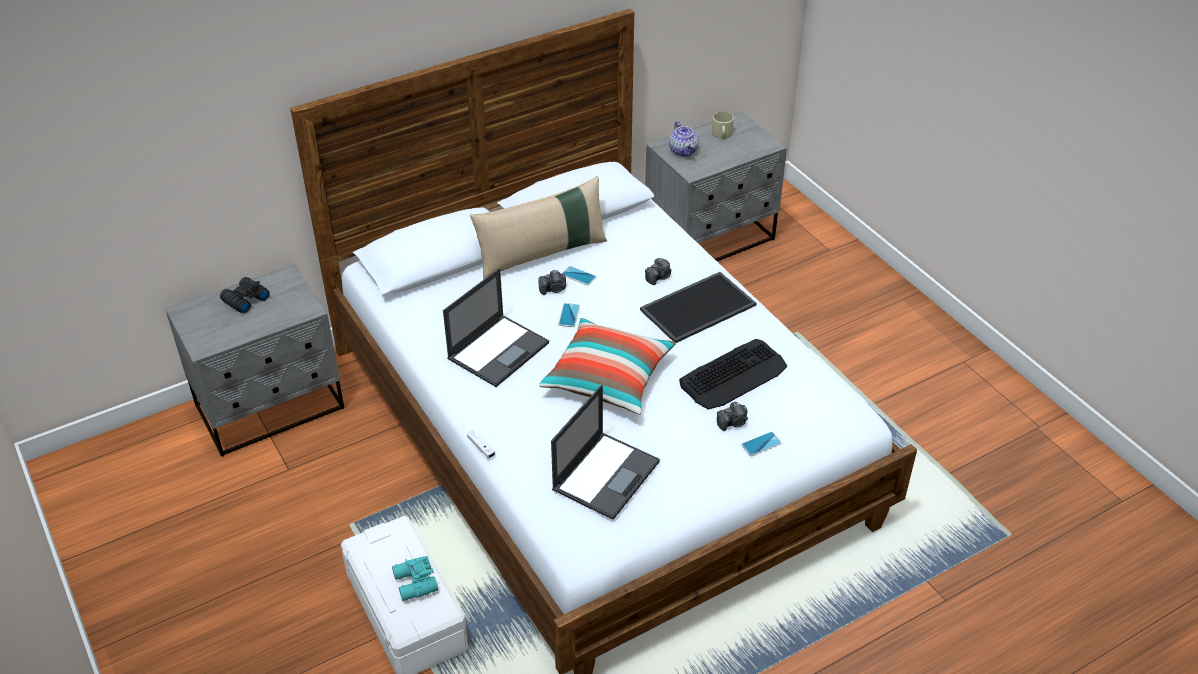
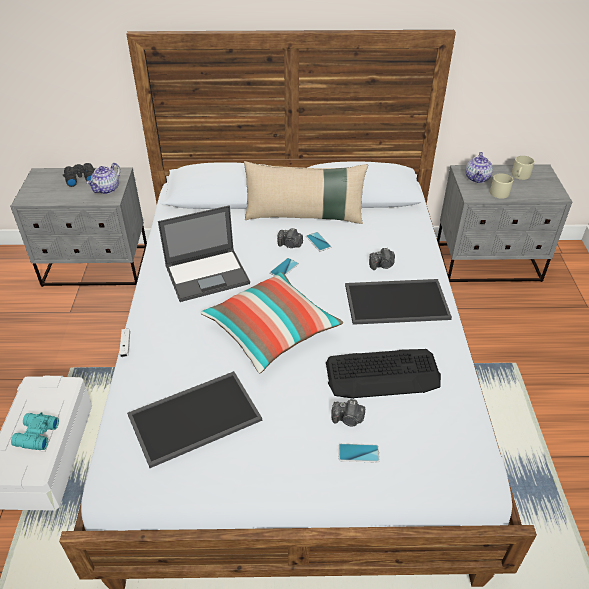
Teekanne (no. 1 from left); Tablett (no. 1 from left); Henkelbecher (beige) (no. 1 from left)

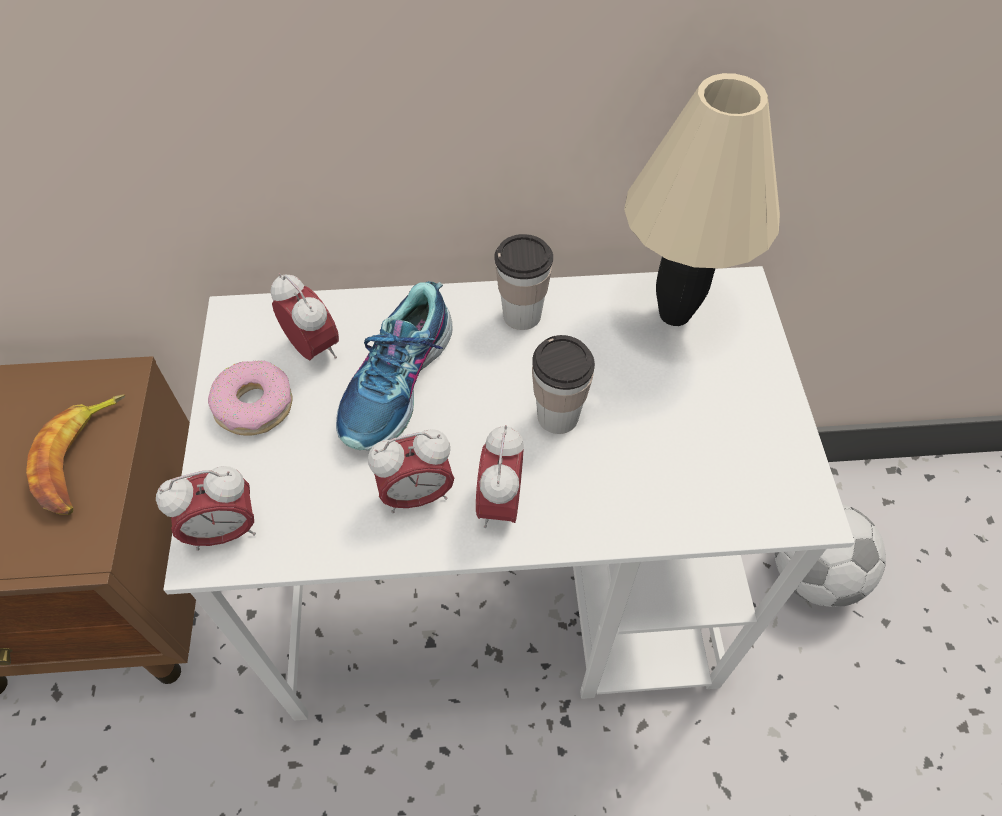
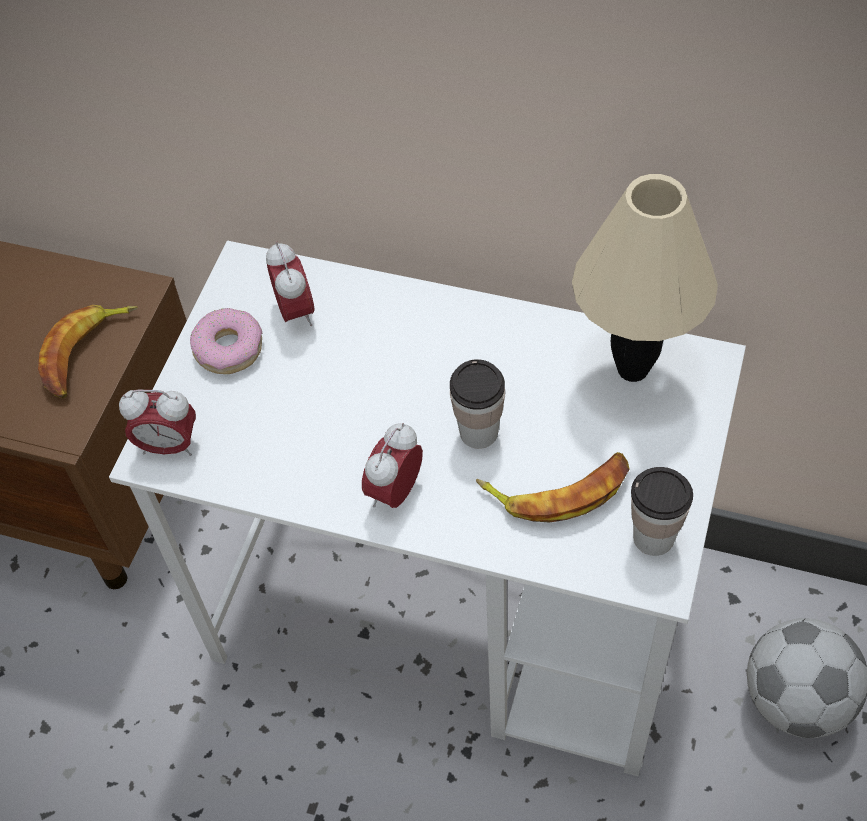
Banane (no. 2 from left); Tasse (no. 2 from left); Schuh; Wecker (no. 3 from left in the first image)

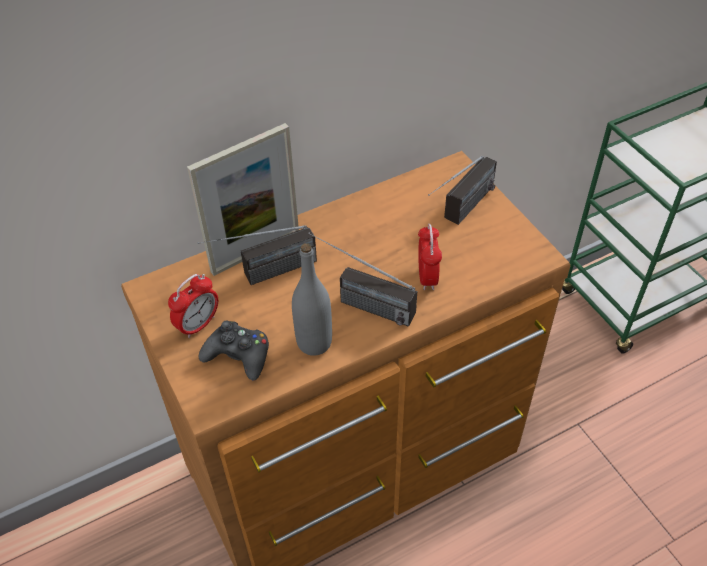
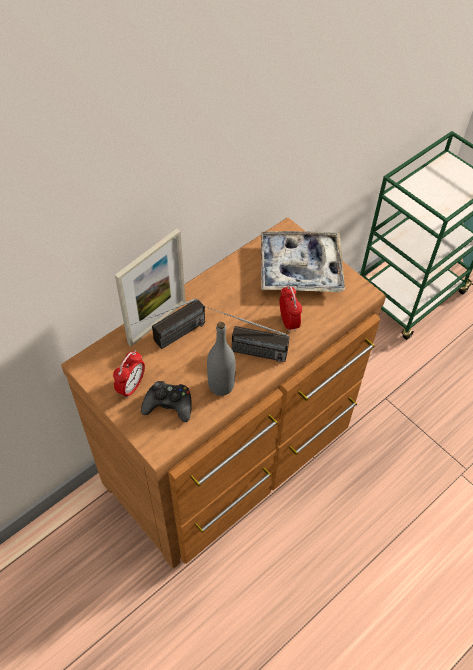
Tablett

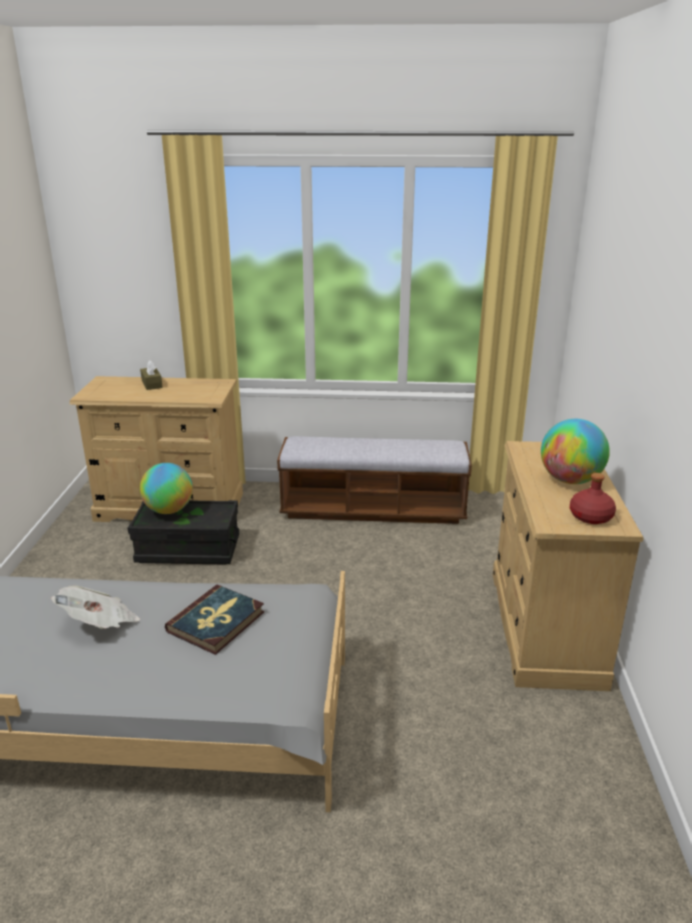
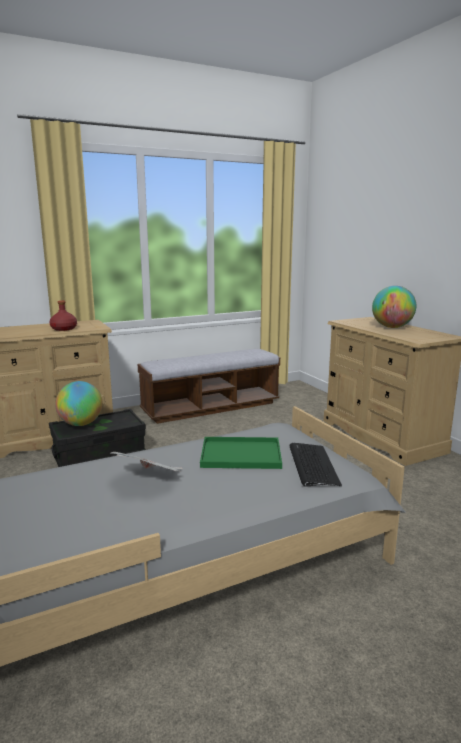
Flasche (rot); Tablett (grün); Tastatur; Taschentuchbox (braun)

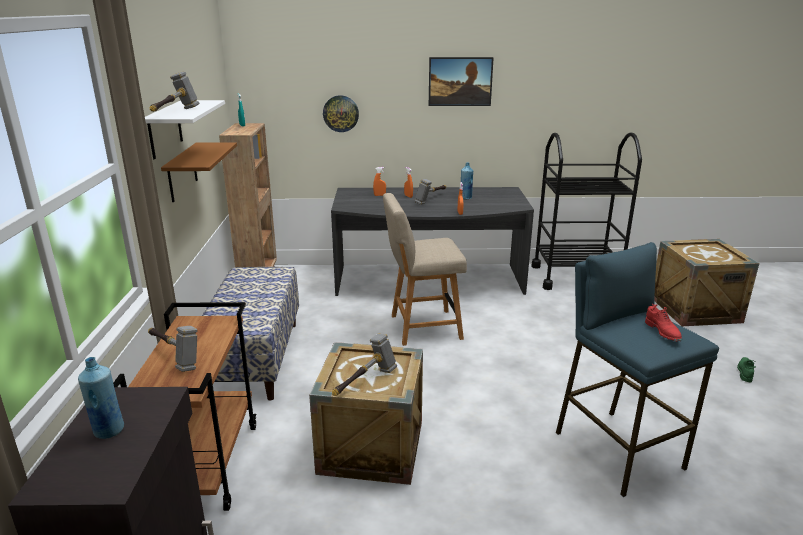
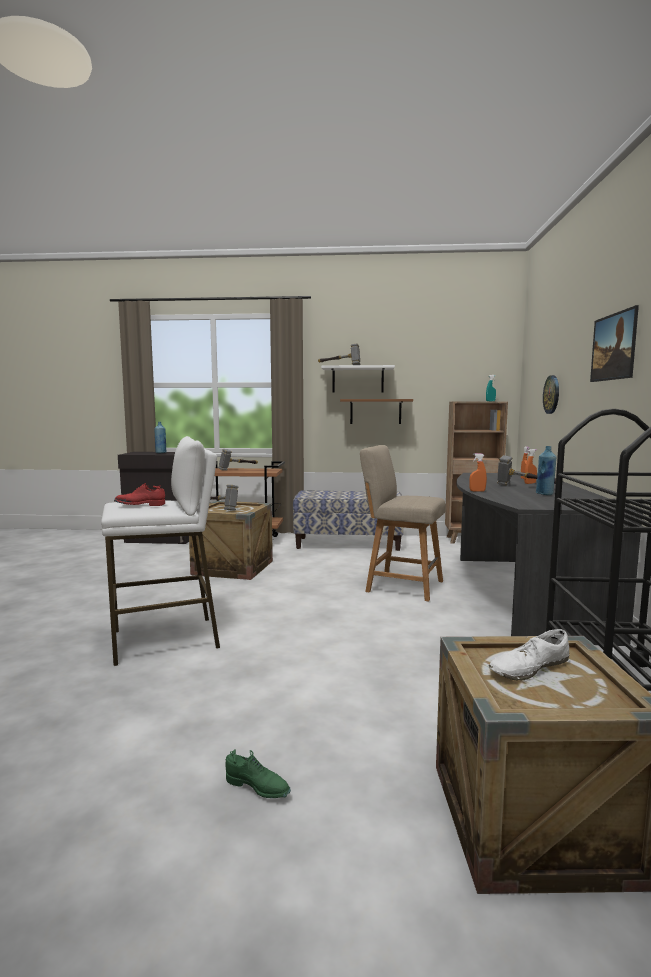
Hocker (weiß); Stuhl (beige); Schuh (weiß)

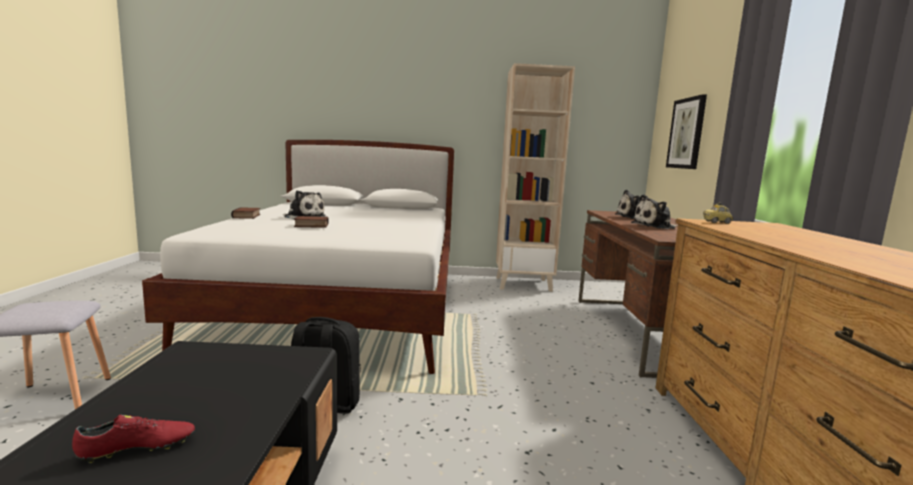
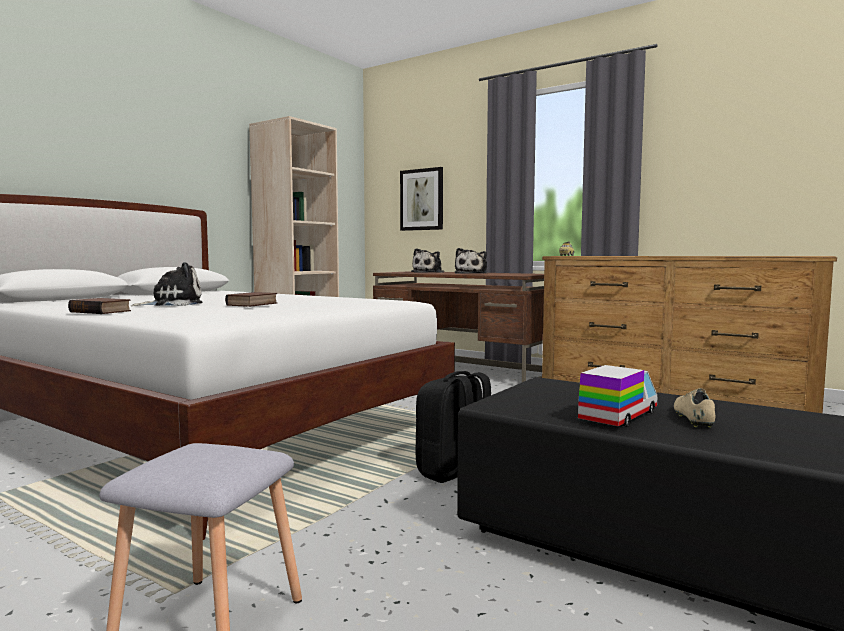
Spielzeuglaster; Schuh (beige)

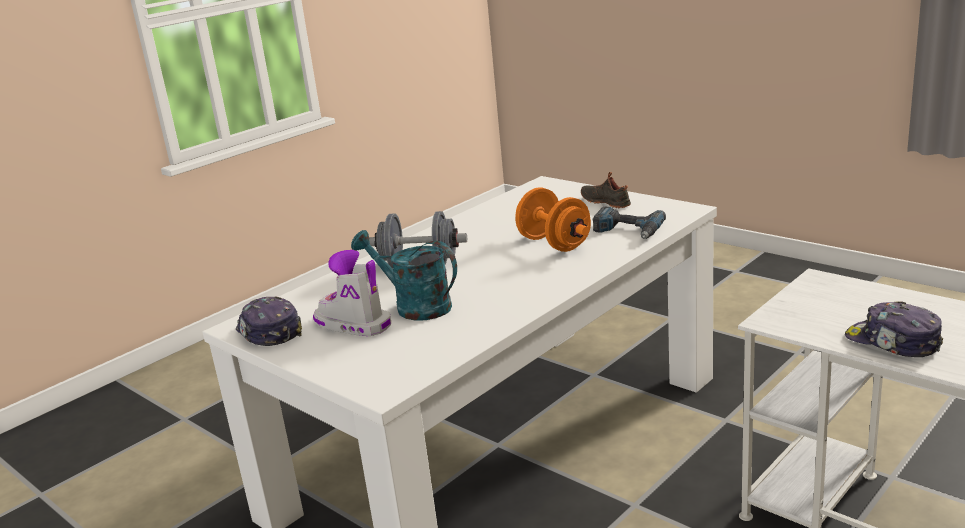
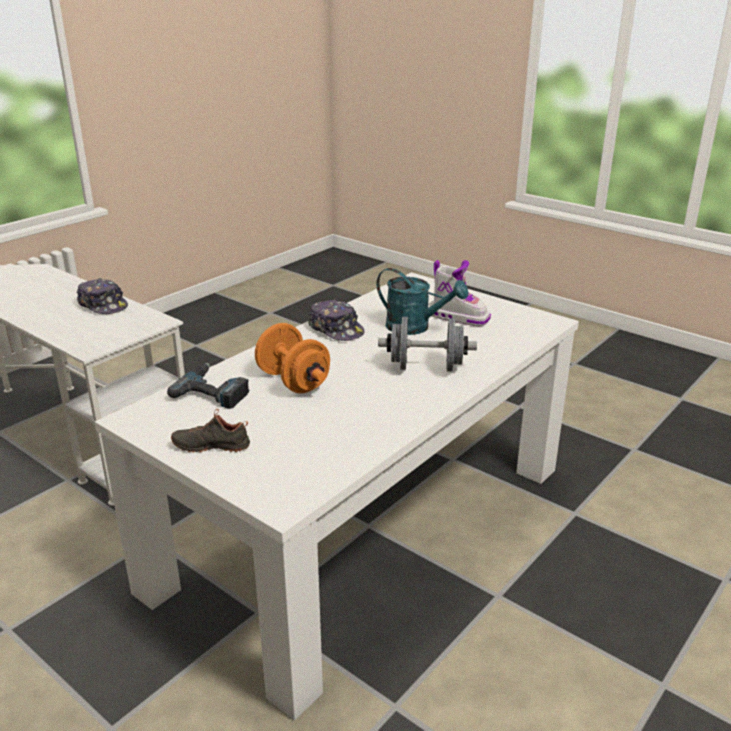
Schuh (schwarz); Kappe (no. 2 from left)

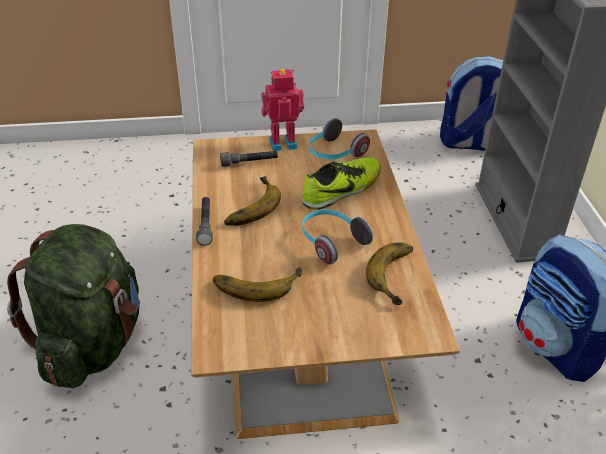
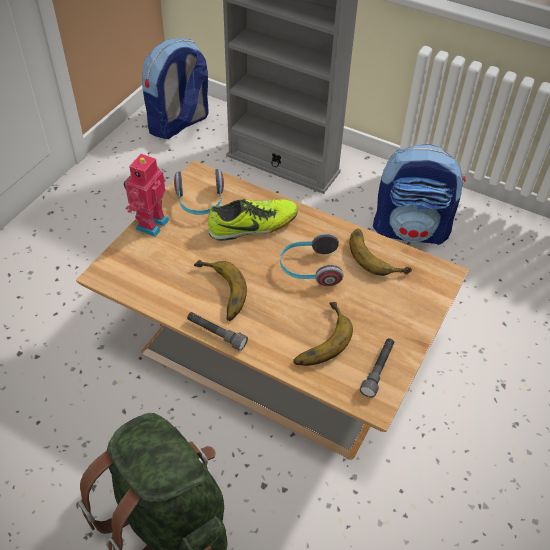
Schuh; Taschenlampe (grau) (no. 2 from left)

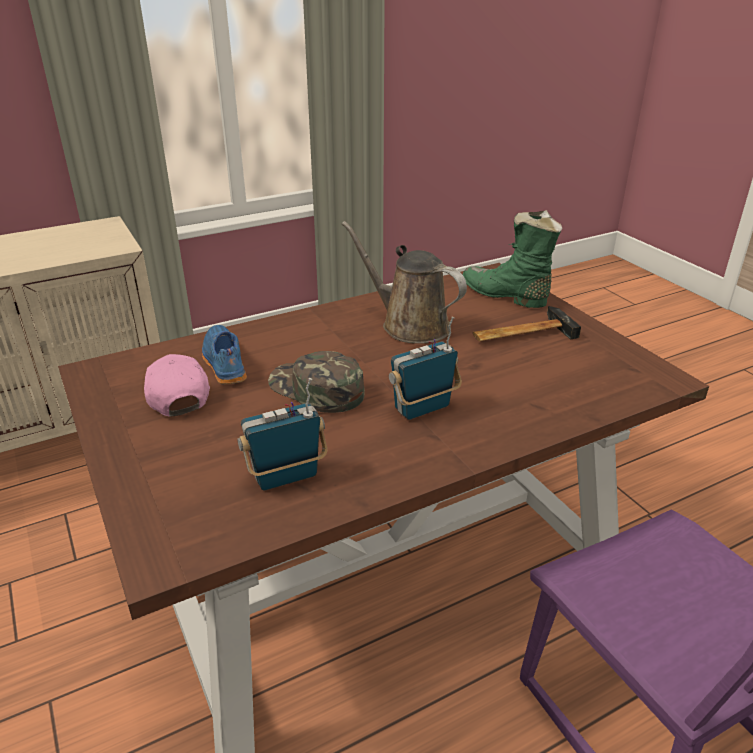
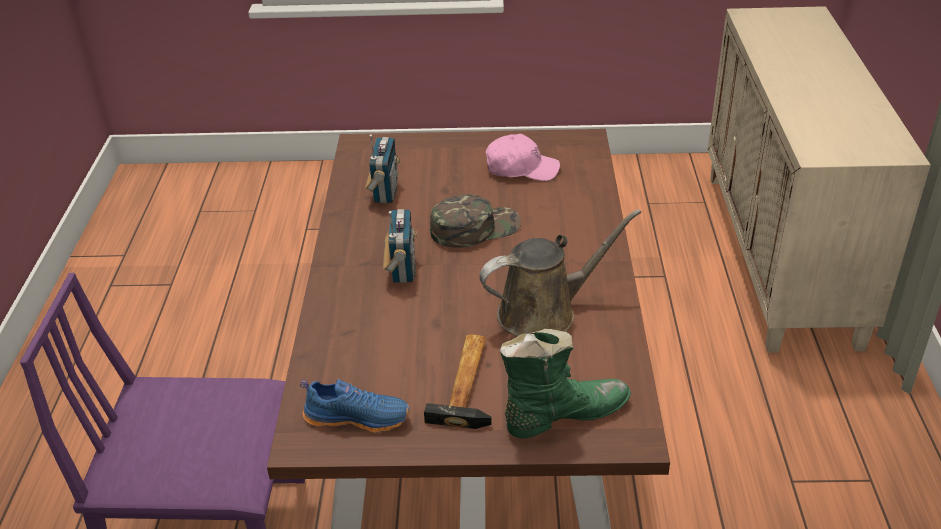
Schuh (blau)

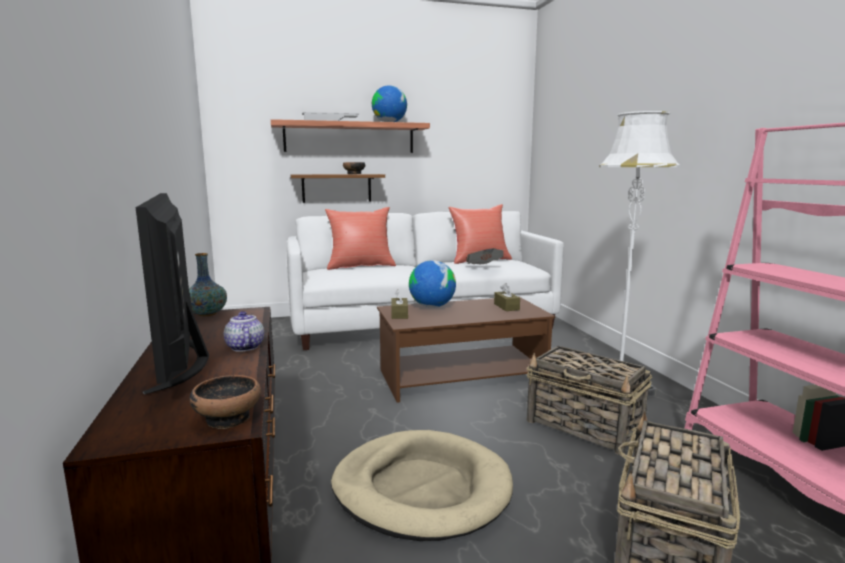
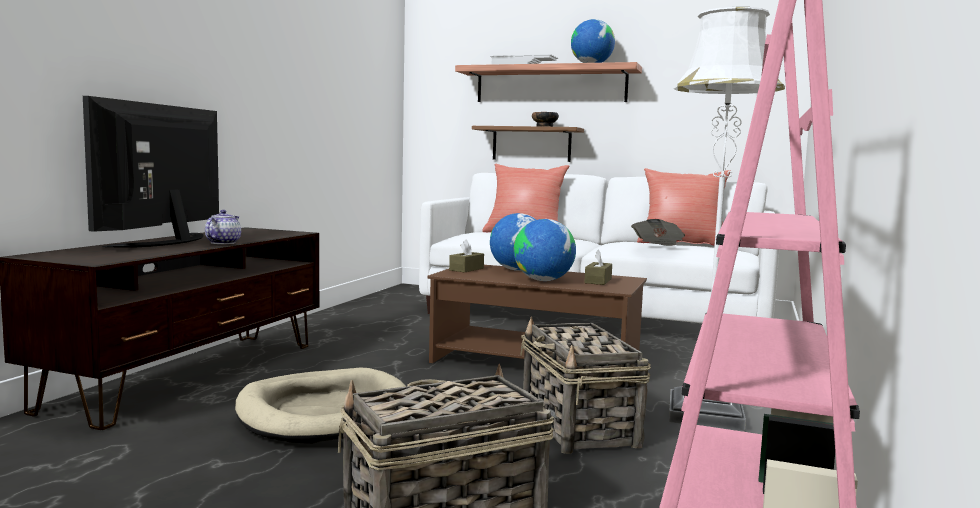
Globus (no. 2 from left); Vase; Schüssel (no. 1 from left in the first image)

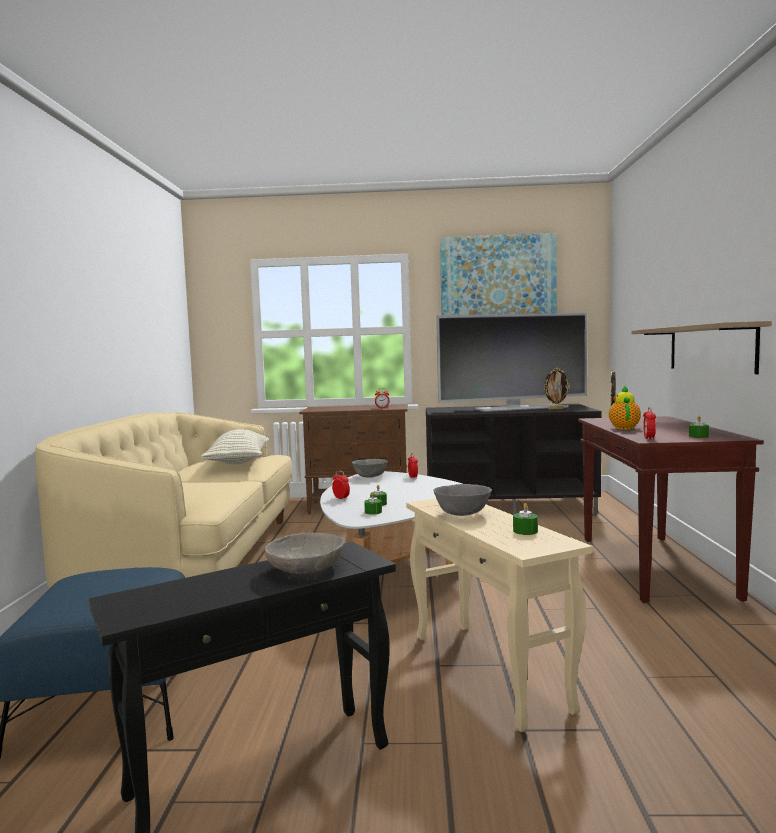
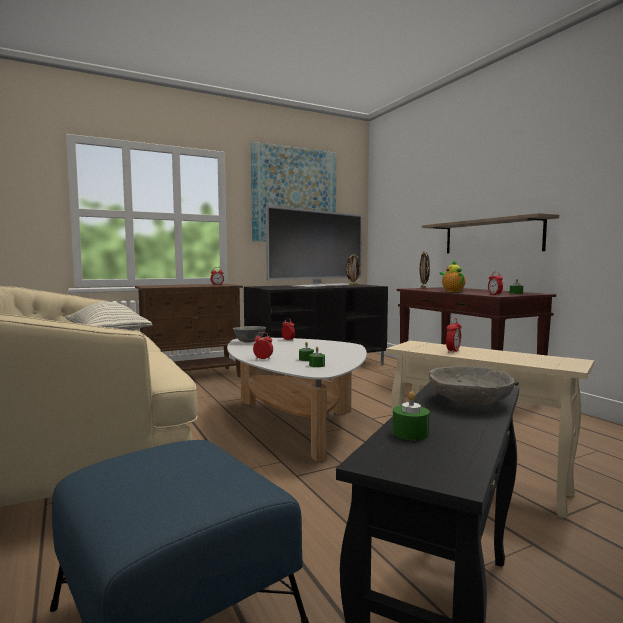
Kerze (grün) (no. 3 from left); Wecker (no. 4 from left)

